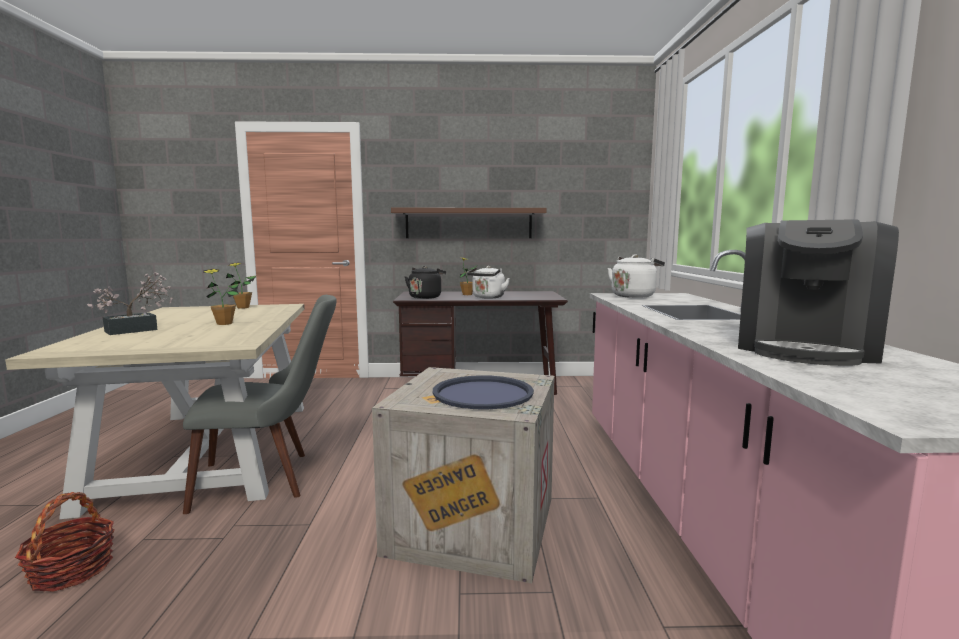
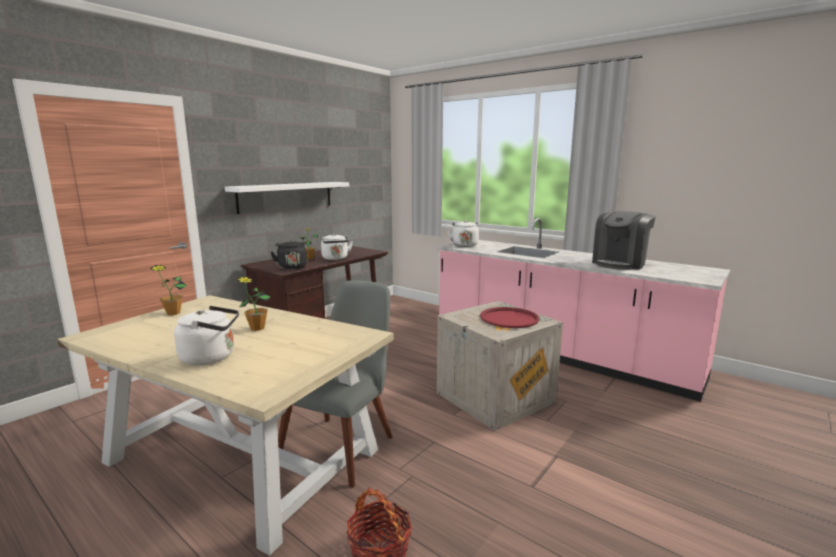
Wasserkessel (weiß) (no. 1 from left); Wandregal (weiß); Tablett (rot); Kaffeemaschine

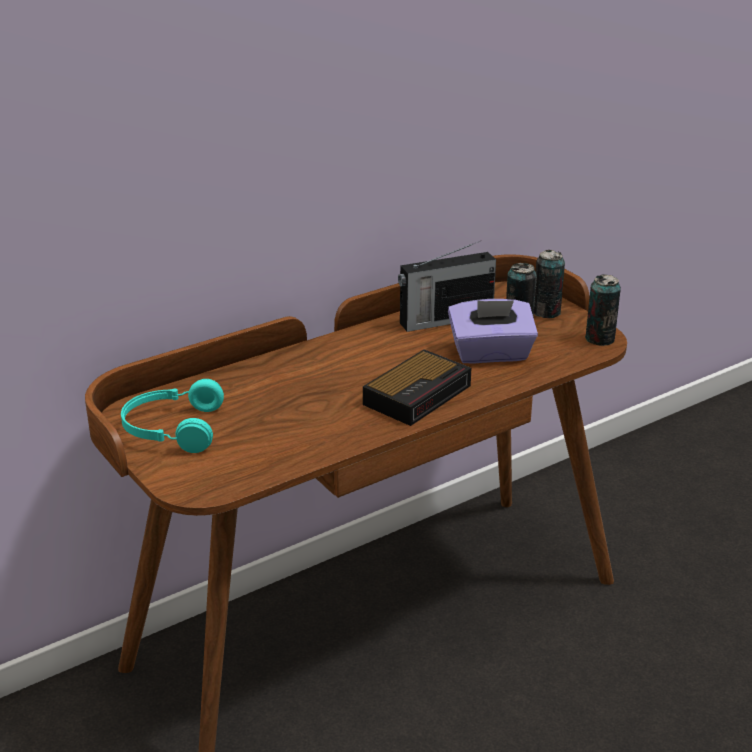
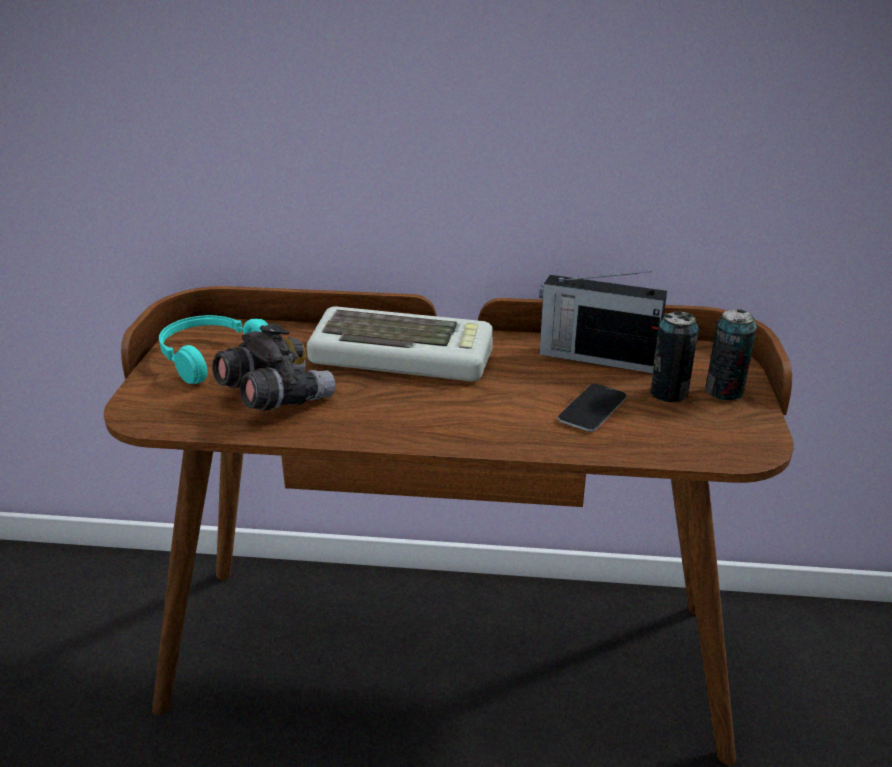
Fernglas (grau); Tastatur; Handy; Wecker; Dose (no. 3 from left in the first image)

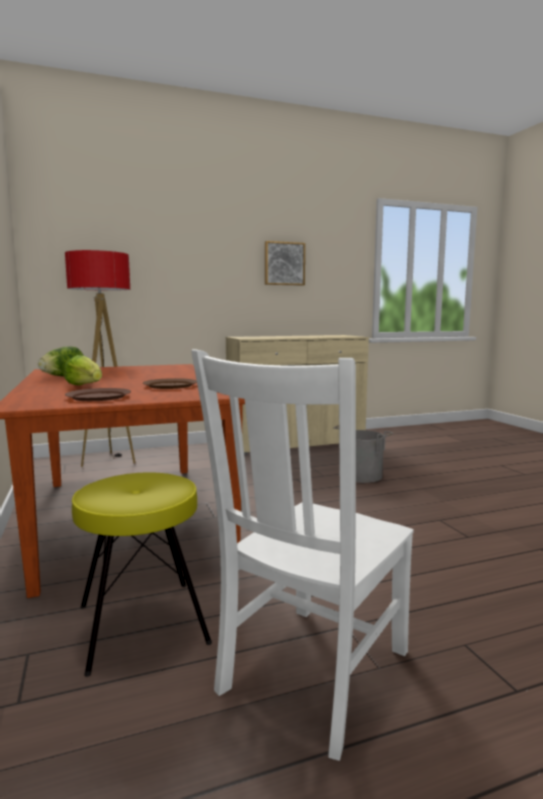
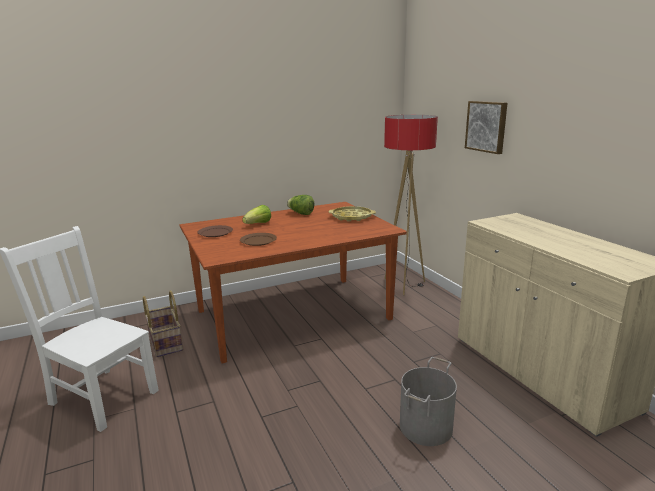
Korb; Tablett (gelb); Bild

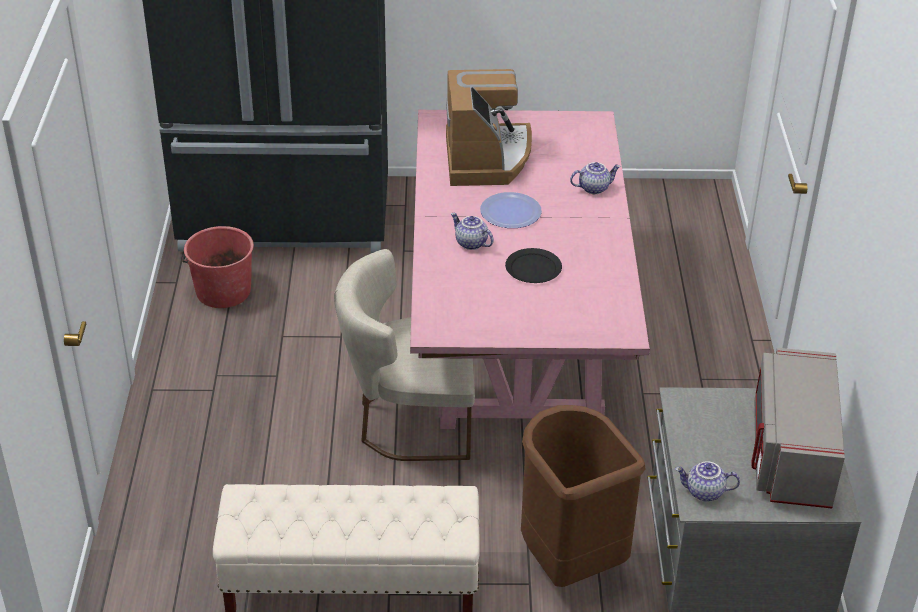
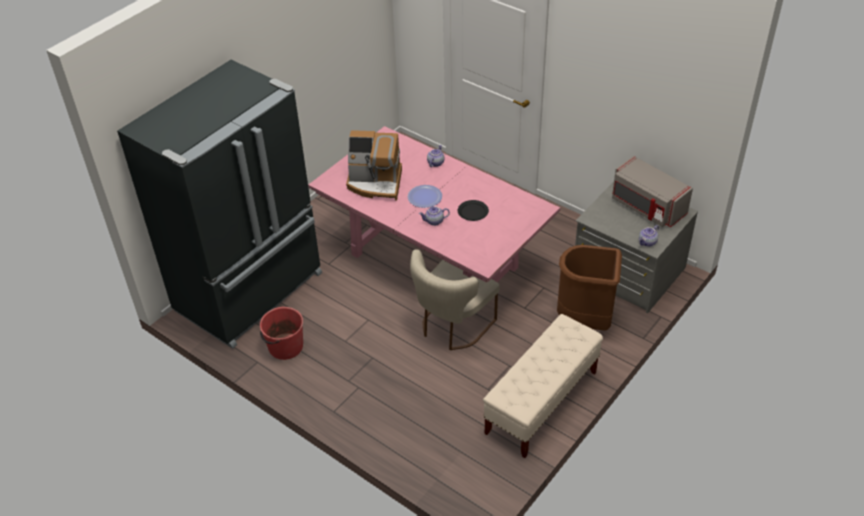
Kaffeemaschine

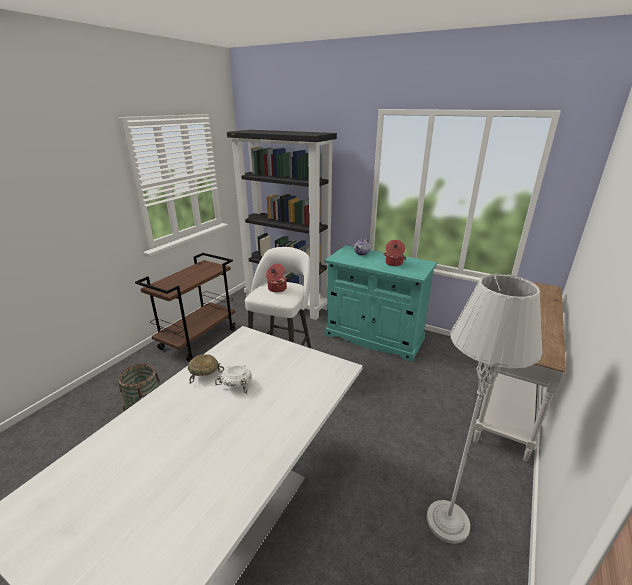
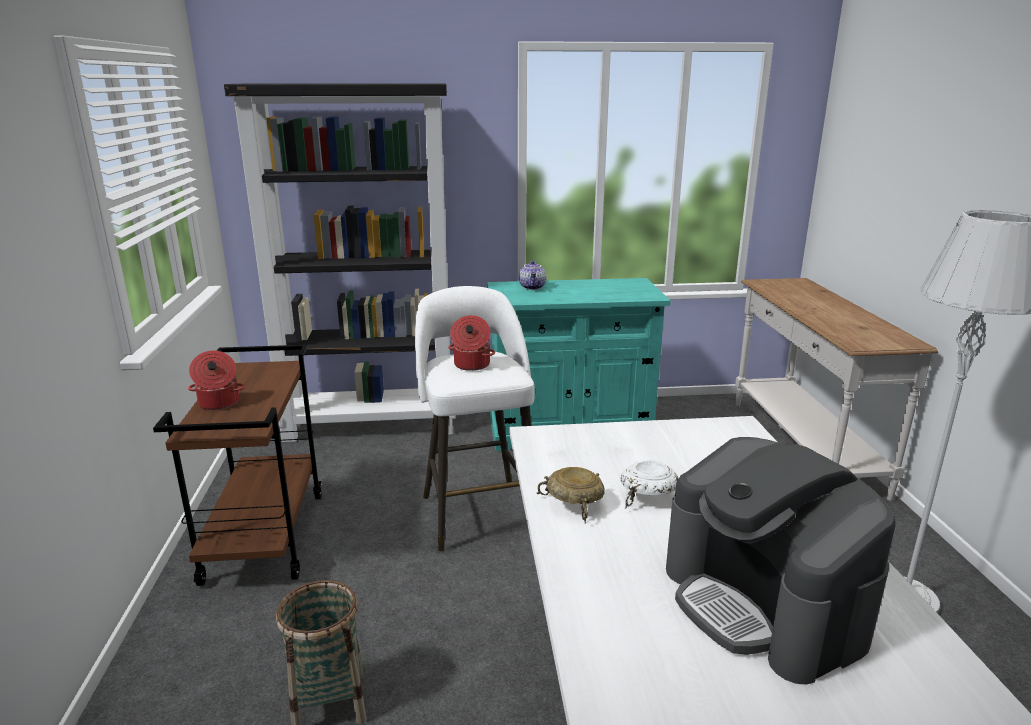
Kochtopf (no. 1 from left); Kaffeemaschine

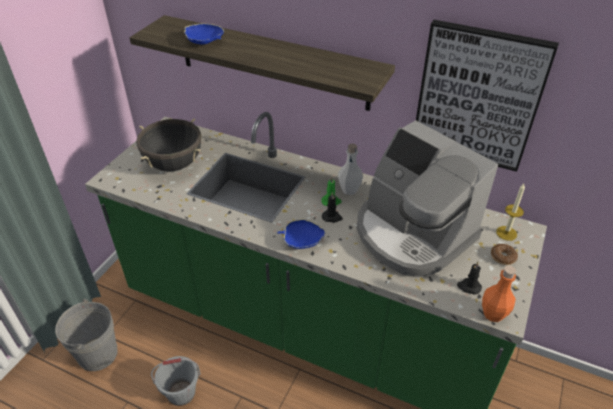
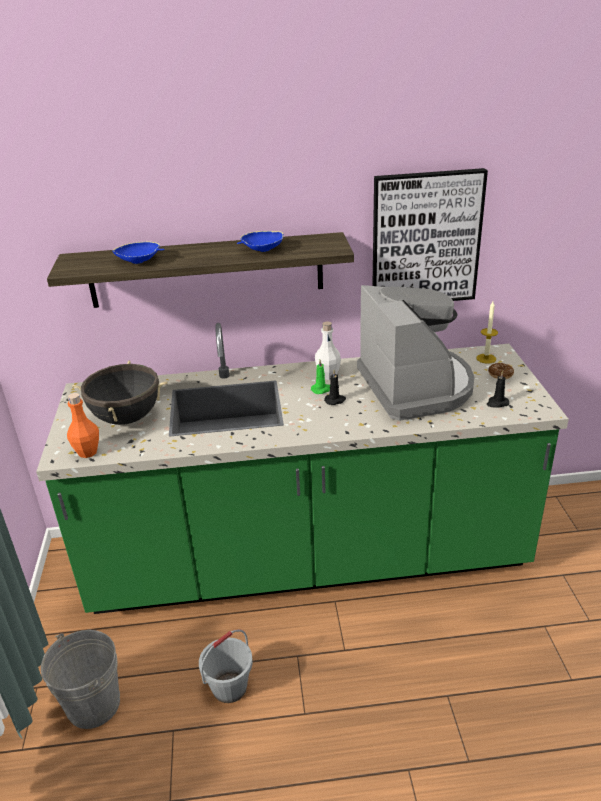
Flasche (orange); Schüssel (blau) (no. 2 from left); Kaffeemaschine

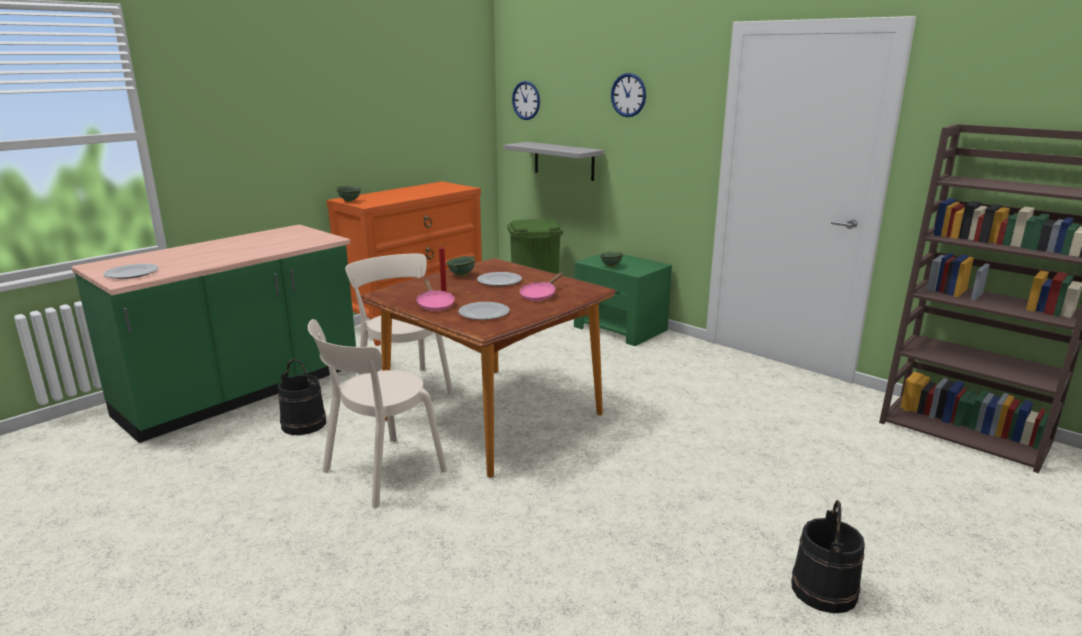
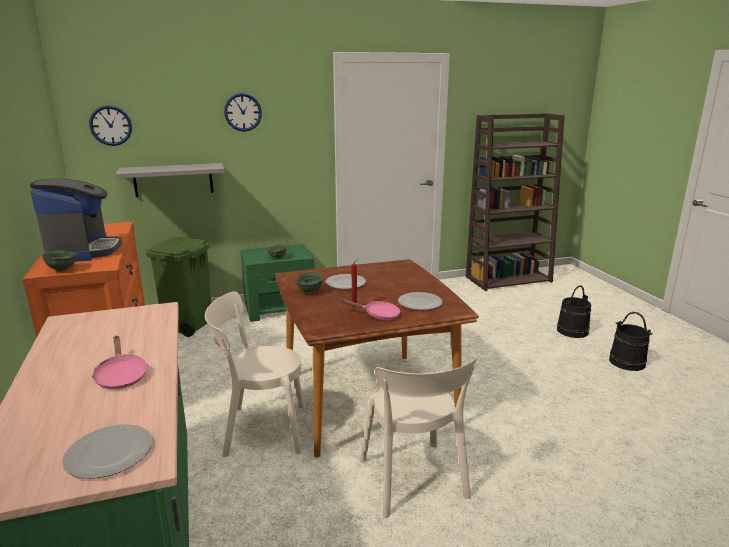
Kaffeemaschine; Pfanne (rosa) (no. 1 from left); Eimer (schwarz) (no. 1 from left)

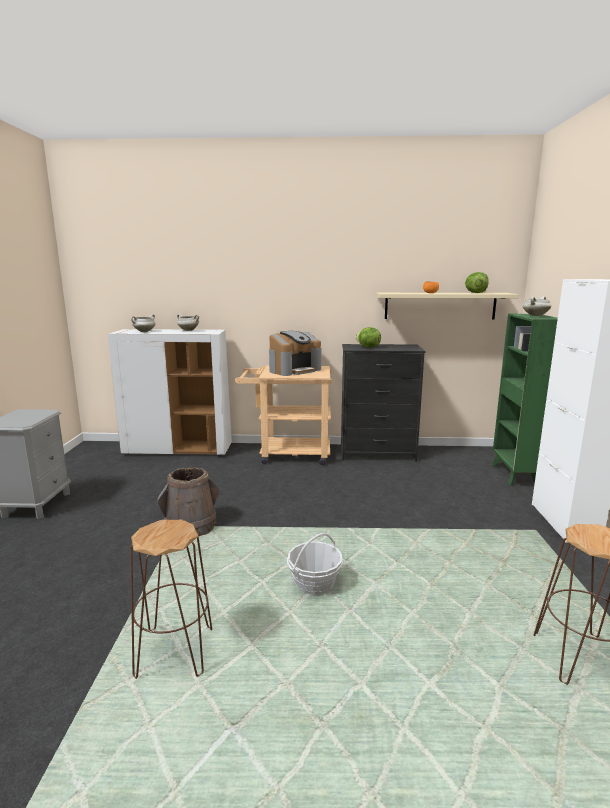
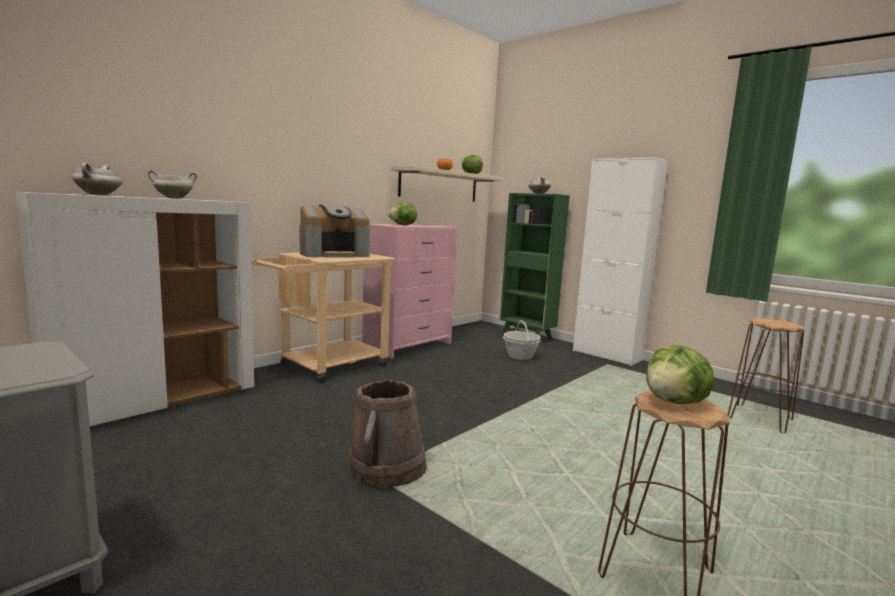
Kaffeemaschine; Kommode (rosa); Korb; Salatkopf (no. 3 from left)

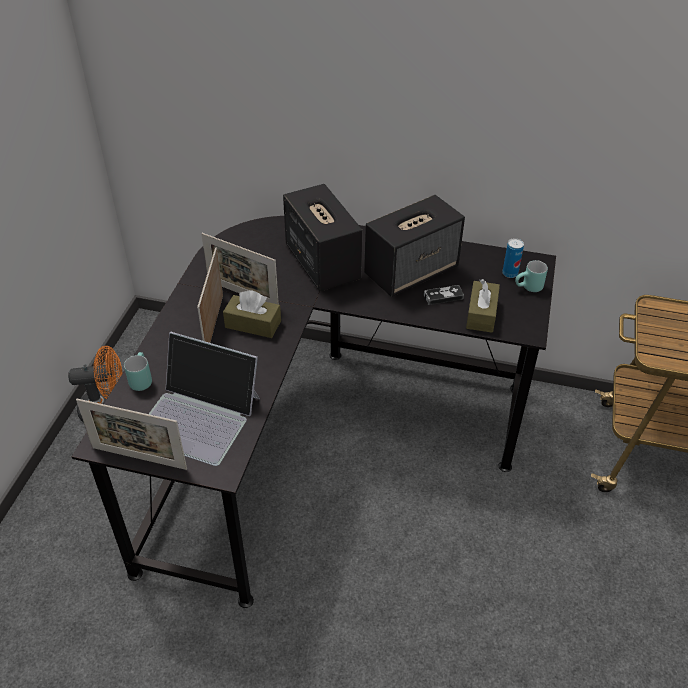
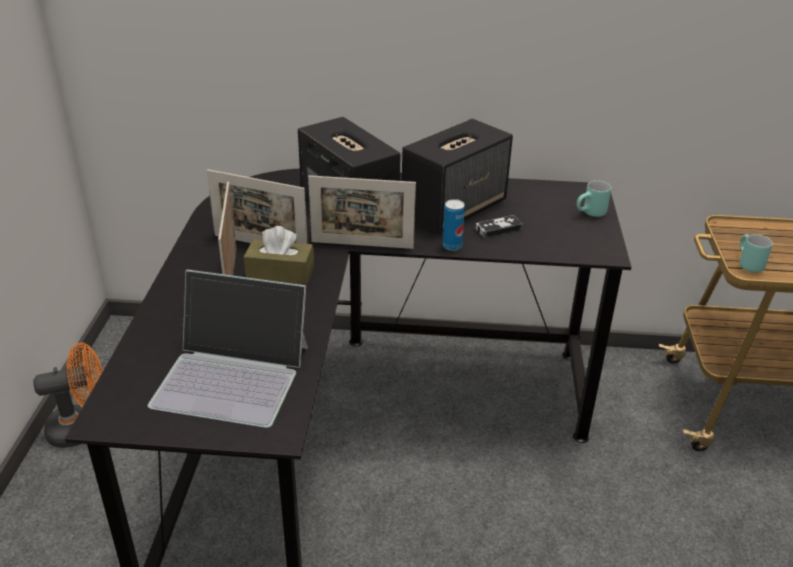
Bilderrahmen (no. 3 from left); Dose; Henkelbecher (türkis) (no. 2 from left); Taschentuchbox (braun) (no. 2 from left in the first image)

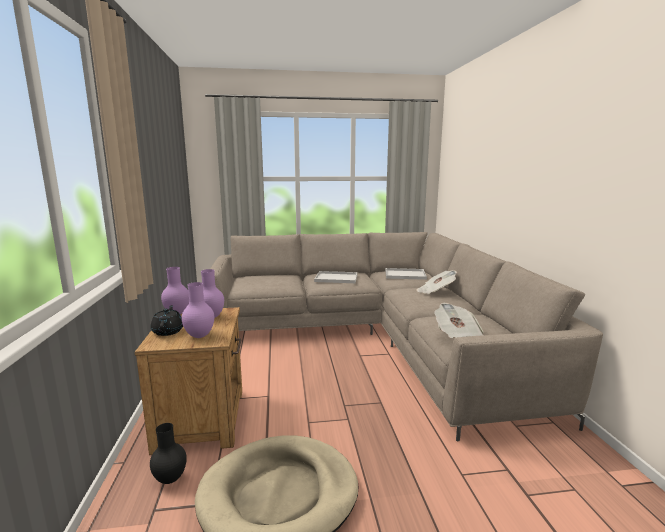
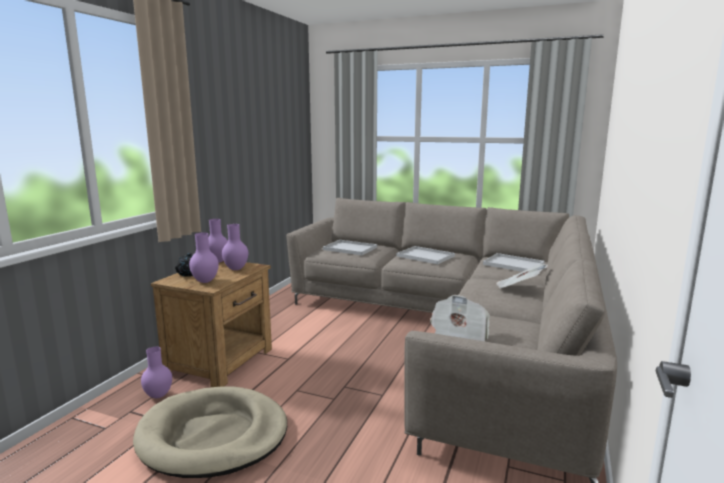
Vase (lila) (no. 1 from left); Tablett (weiß) (no. 1 from left)

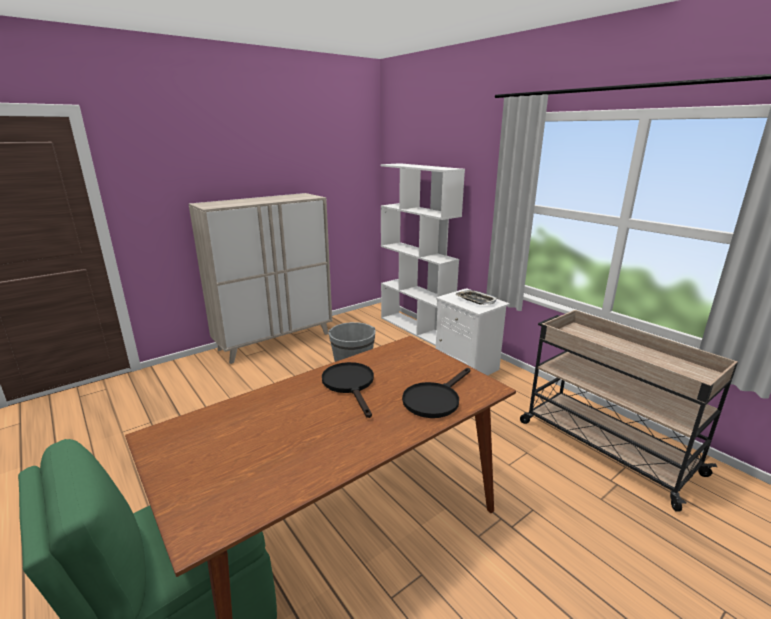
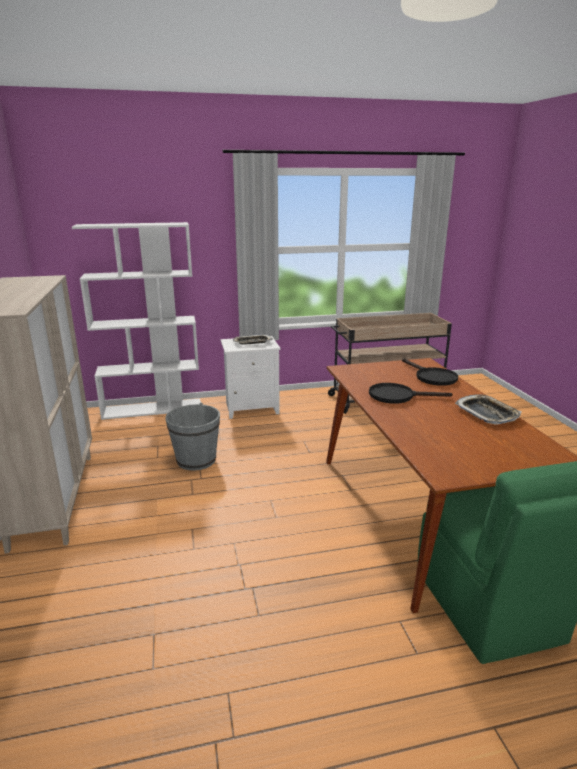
Tablett (no. 2 from left)

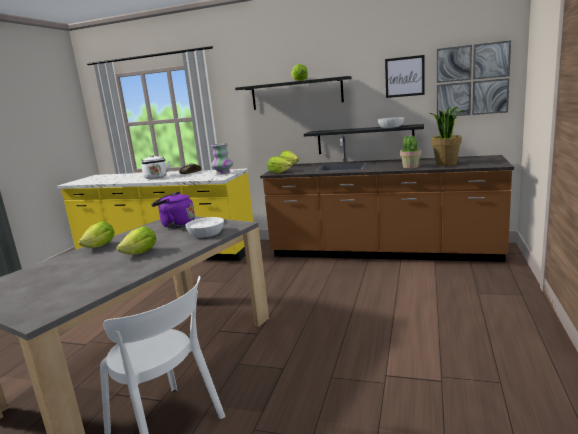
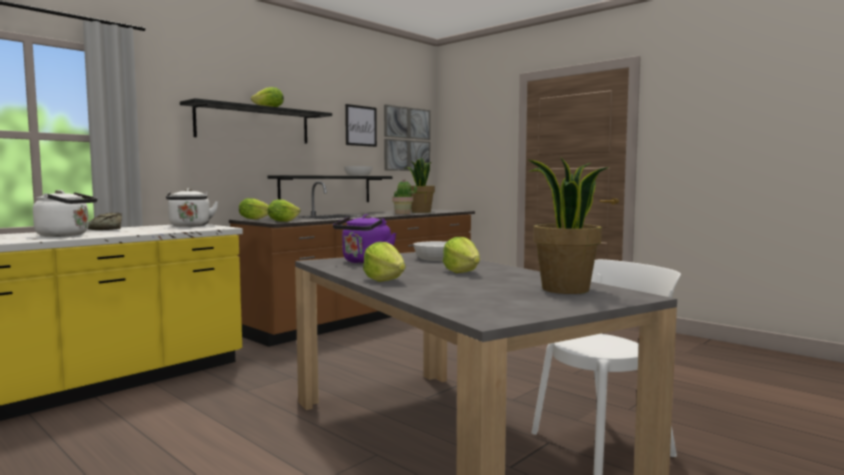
Wasserkessel (weiß) (no. 2 from left); Topfpflanze (no. 3 from left)

